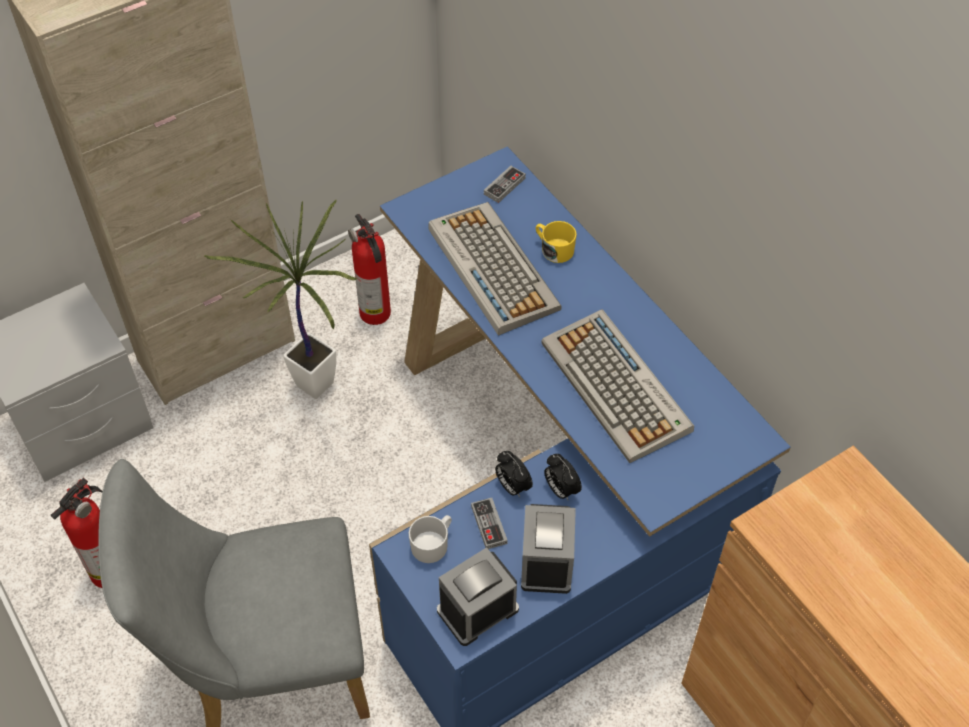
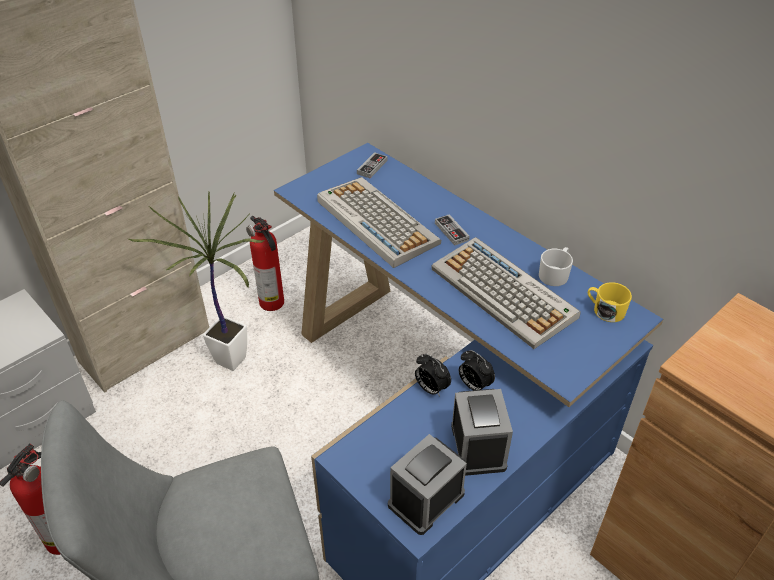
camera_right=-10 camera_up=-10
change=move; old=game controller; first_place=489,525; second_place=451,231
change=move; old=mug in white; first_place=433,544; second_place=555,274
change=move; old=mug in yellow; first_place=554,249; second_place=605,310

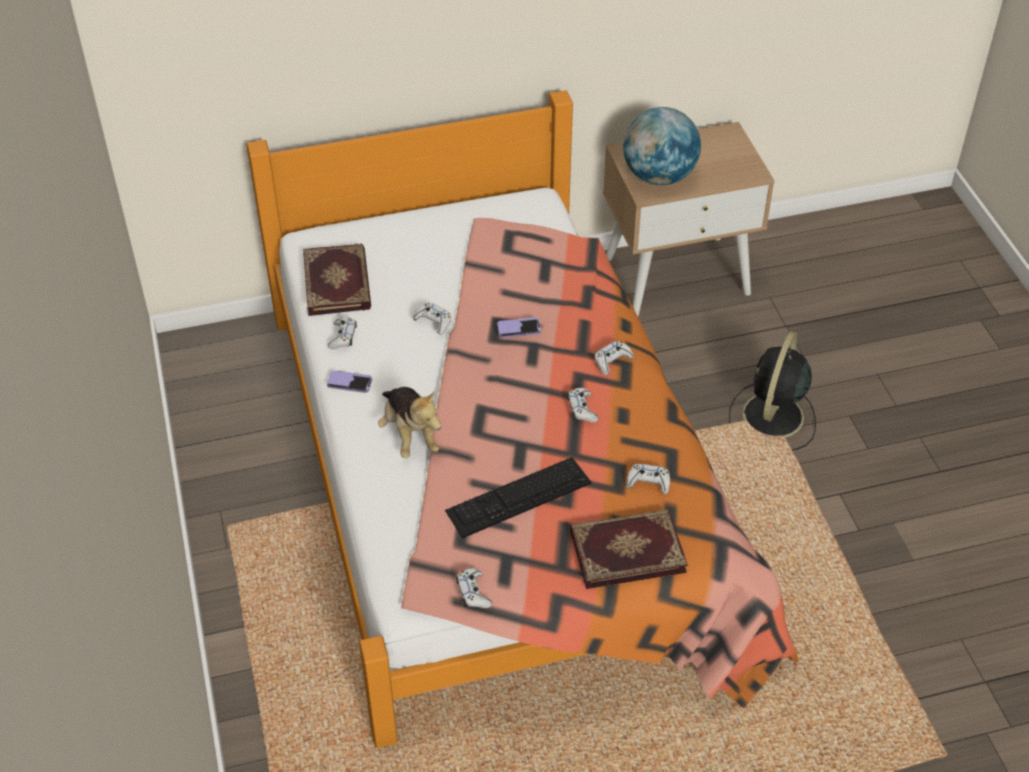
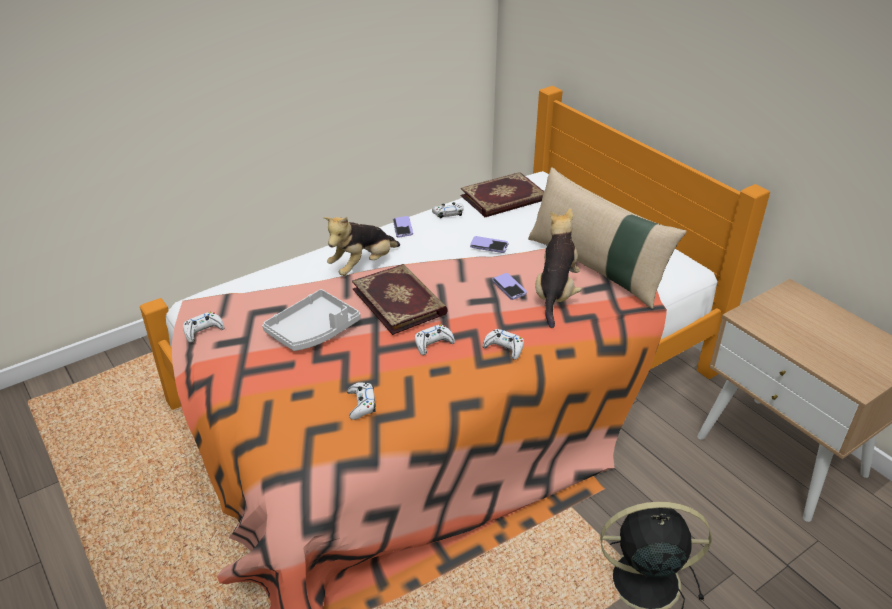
camera_right=70 camera_up=-10
change=replace; old=keyboard; new=tray in grey; first_place=518,497; second_place=313,331
change=move; old=book; first_place=627,550; second_place=400,301
change=replace; old=game controller in white; new=phone; first_place=433,321; second_place=489,245
change=insert; new=pillow in beige; second_place=596,268
change=insert; new=plush toy; second_place=555,294
change=delete; old=globe; first_place=658,176

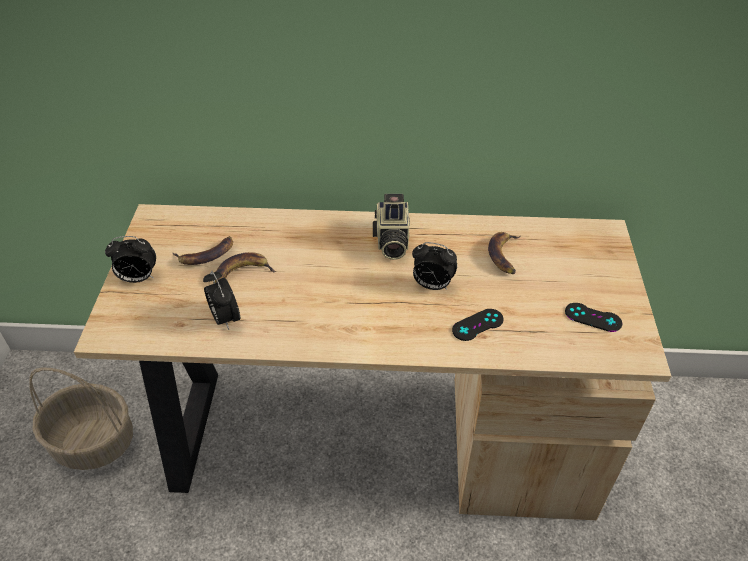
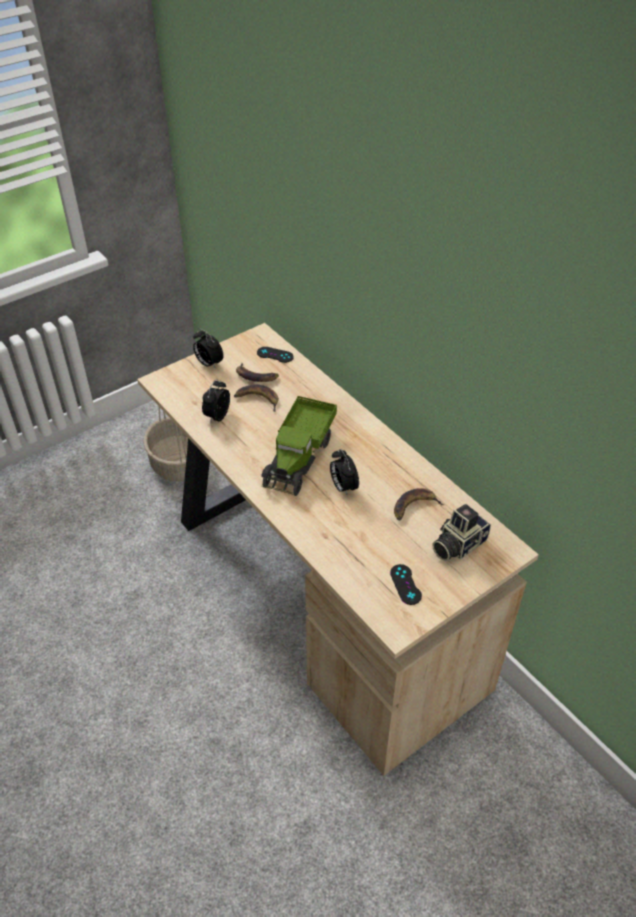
camera_right=50 camera_up=0
change=move; old=game controller in black; first_place=477,325; second_place=275,355
change=insert; new=toy truck; second_place=300,458
change=move; old=photo camera; first_place=391,241; second_place=457,544

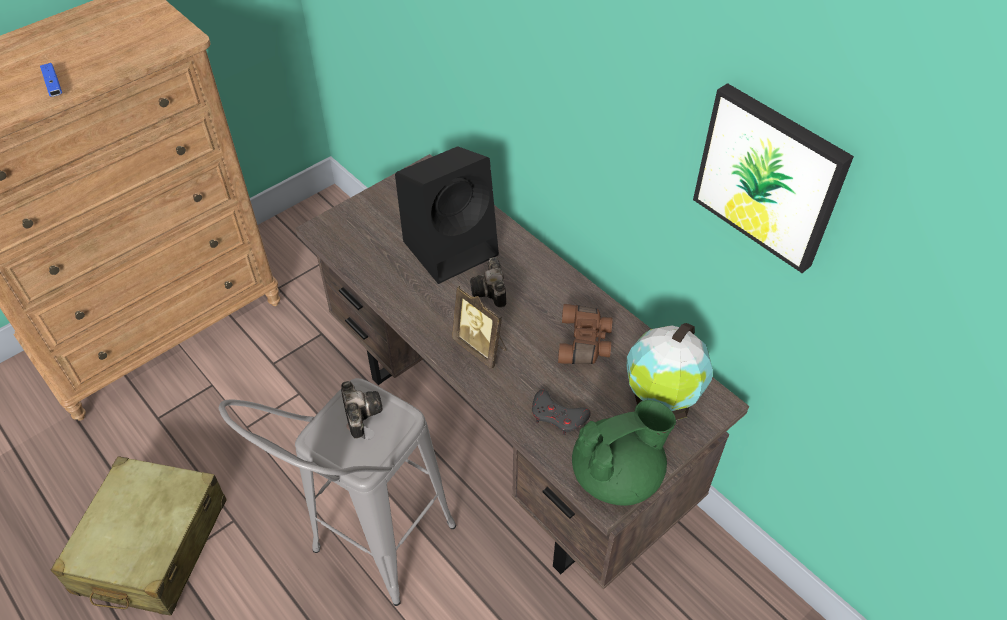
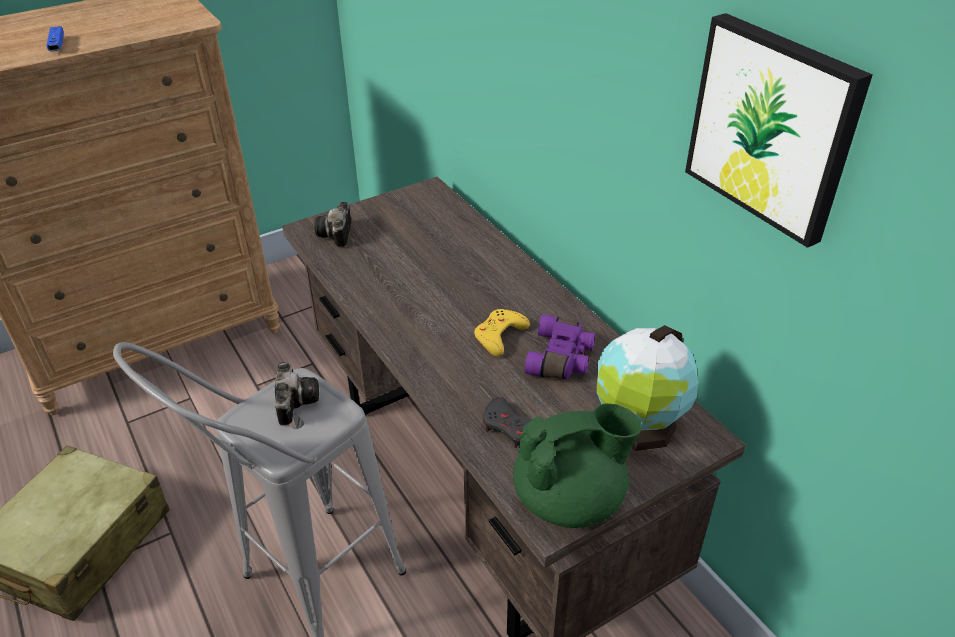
camera_right=10 camera_up=-10
change=move; old=photo camera; first_place=491,292; second_place=336,235
change=insert; new=game controller in yellow; second_place=499,336
change=recolor; old=binoculars in brown; new=binoculars in purple; first_place=585,342; second_place=561,358
change=delete; old=speaker in black; first_place=452,247
change=delete; old=picture frame; first_place=481,347

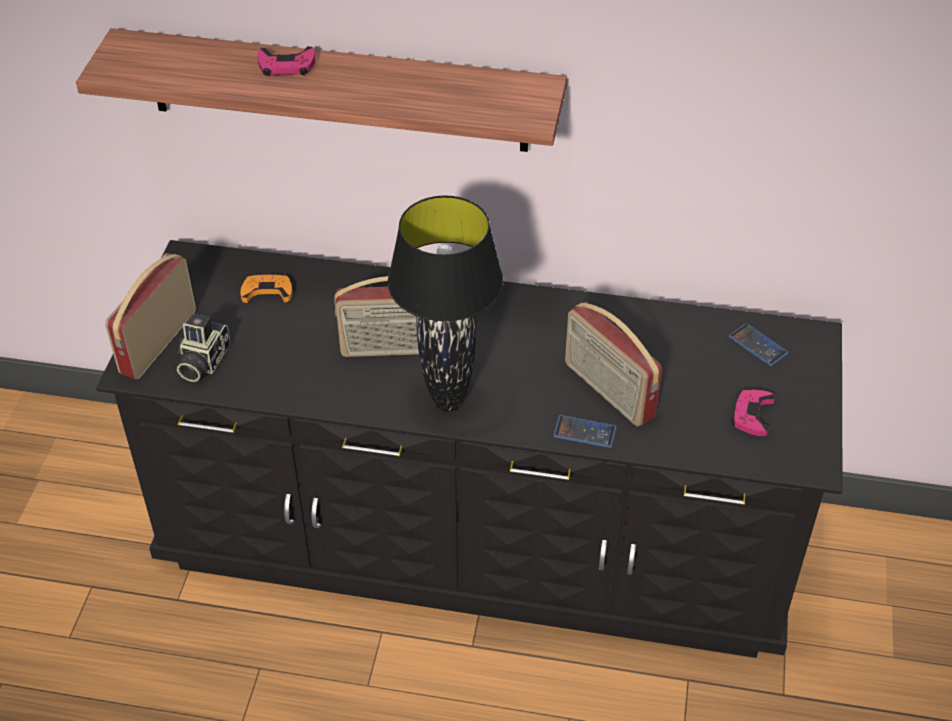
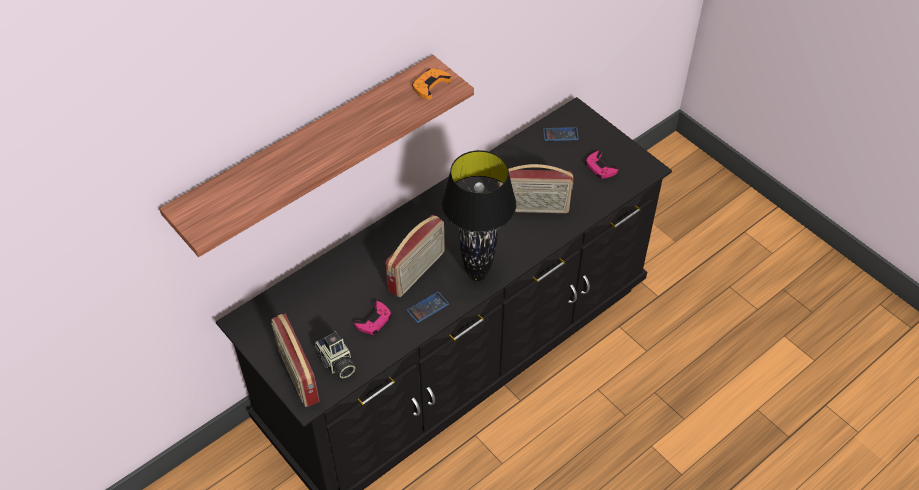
camera_right=-50 camera_up=5
change=move; old=game controller in pink; first_place=286,66; second_place=374,321
change=move; old=phone; first_place=584,432; second_place=428,307
change=move; old=game controller in orange; first_place=267,291; second_place=430,85

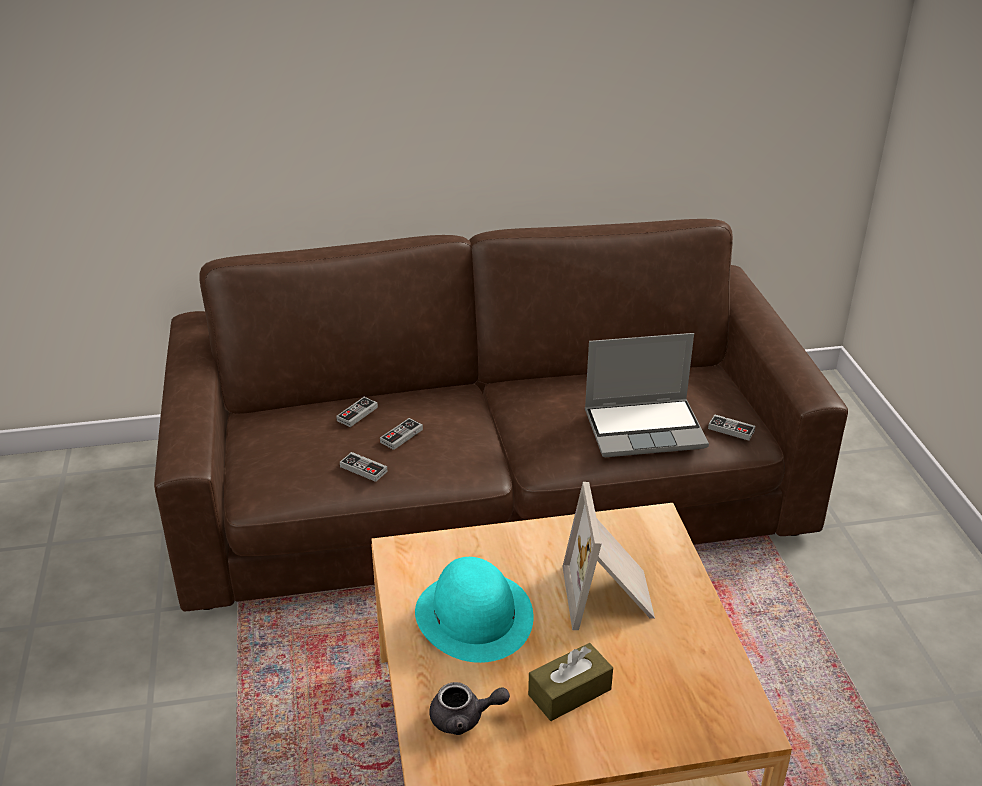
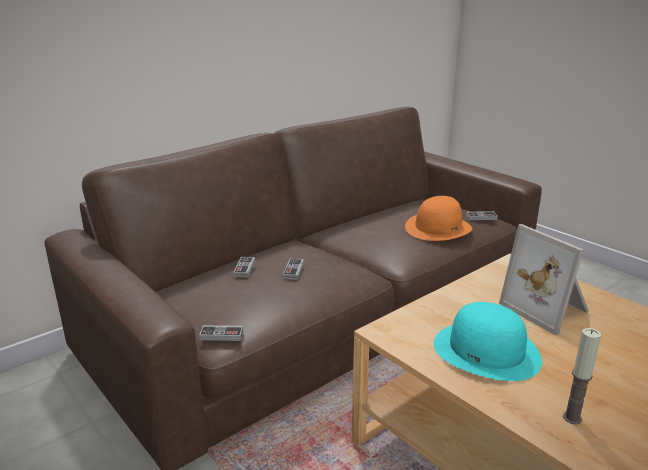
camera_right=-30 camera_up=-10
change=move; old=game controller; first_place=363,469; second_place=221,335
change=replace; old=laptop; new=hat in orange; first_place=645,428; second_place=438,228
change=replace; old=teapot in grey; new=candle; first_place=464,718; second_place=572,418
change=delete; old=tissue box in brown; first_place=569,692

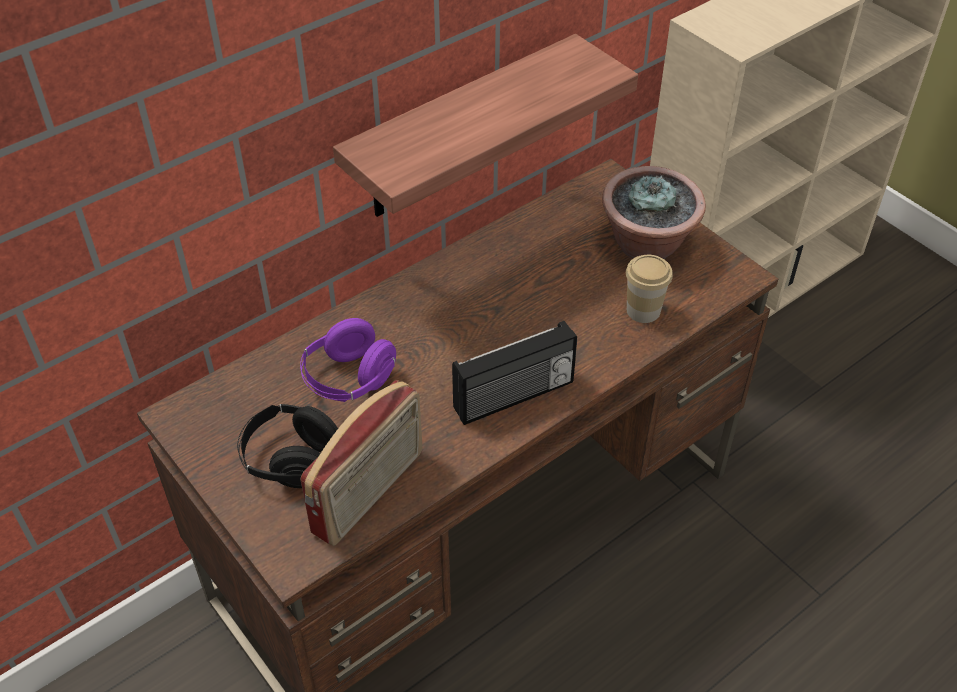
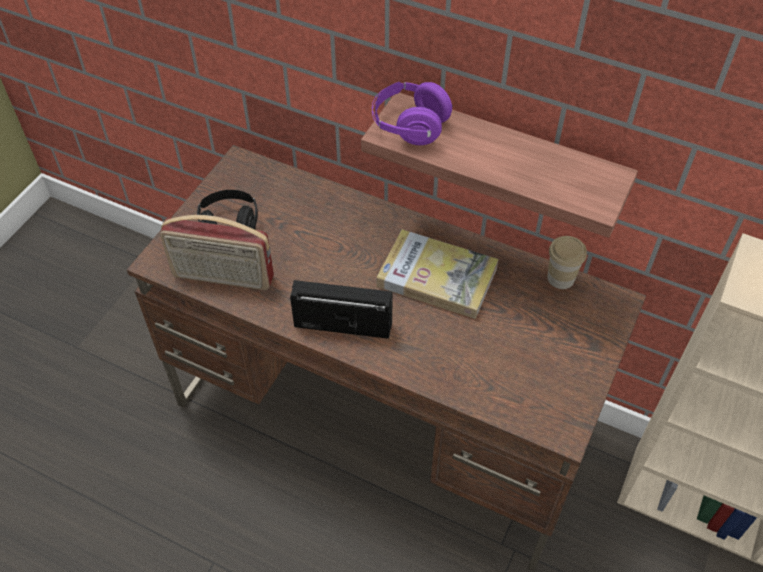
camera_right=65 camera_up=5
change=rotate; old=radio; first_place=514,397; second_place=343,324; degrees=150
change=move; old=headphones in purple; first_place=349,380; second_place=409,126
change=insert; new=book; second_place=437,277
change=move; old=cup; first_place=643,310; second_place=560,278
change=delete; old=potted plant; first_place=647,246

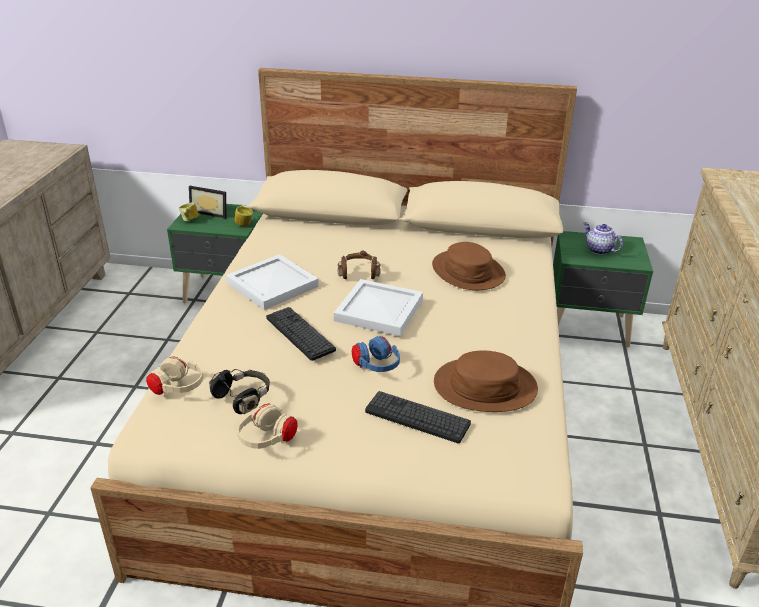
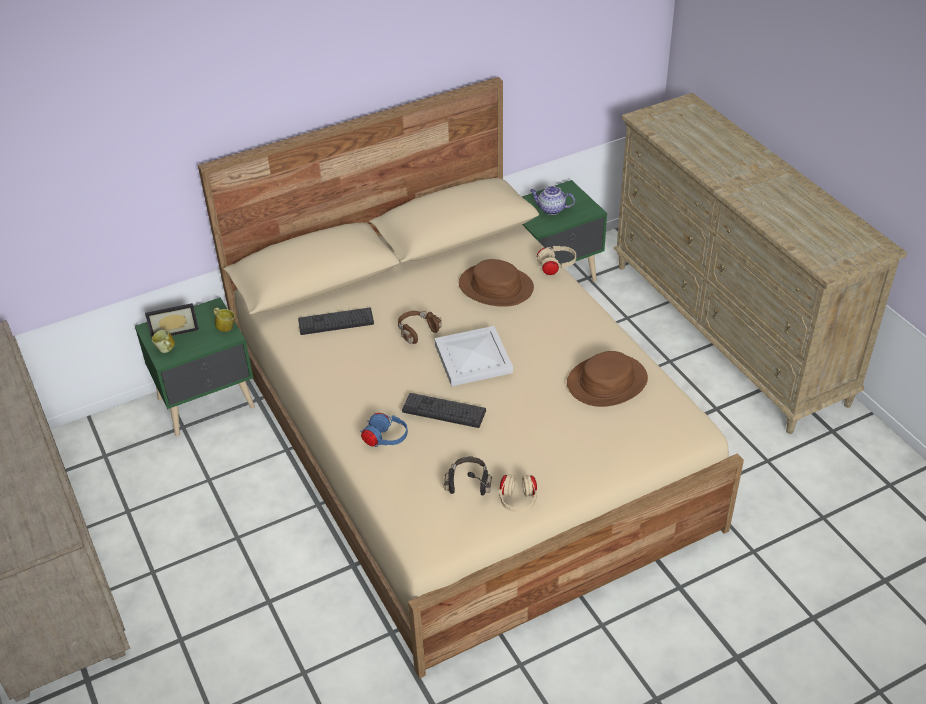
camera_right=-35 camera_up=10
change=move; old=keyboard; first_place=417,417; second_place=336,322
change=move; old=headphones in blue; first_place=376,367; second_place=385,439
change=move; old=headphones in beige; first_place=177,389; second_place=556,267
change=delete; old=tray in white; first_place=272,284

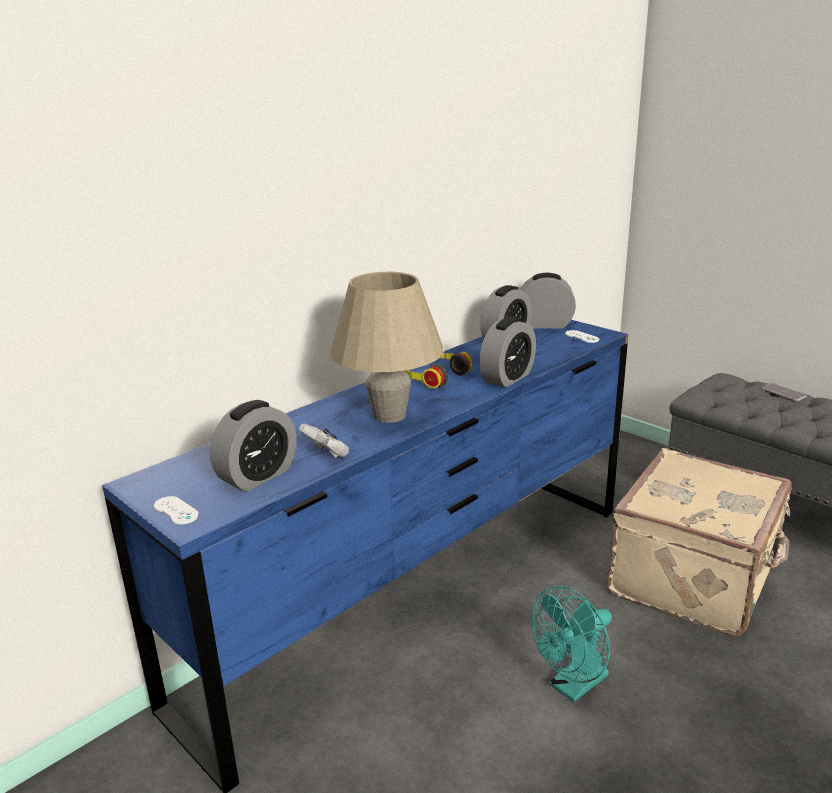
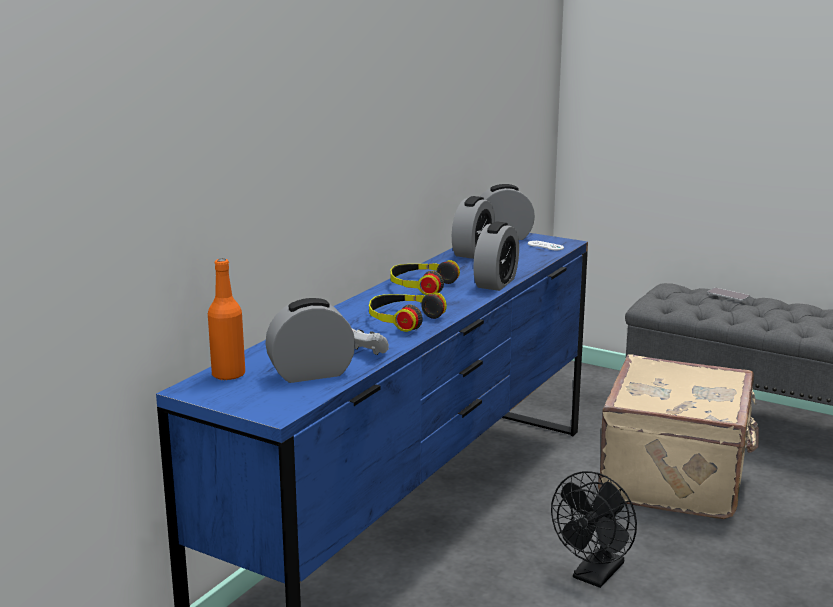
camera_right=-15 camera_up=-5
change=insert; new=bottle in orange; second_place=228,375
change=rotate; old=alarm clock; first_place=258,476; second_place=311,374; degrees=-135
change=replace; old=table lamp in beige; new=headphones; first_place=390,415; second_place=403,319
change=recolor; old=fan in turquoise; new=fan in black; first_place=573,686; second_place=595,576
change=delete; old=game controller in white; first_place=176,510

